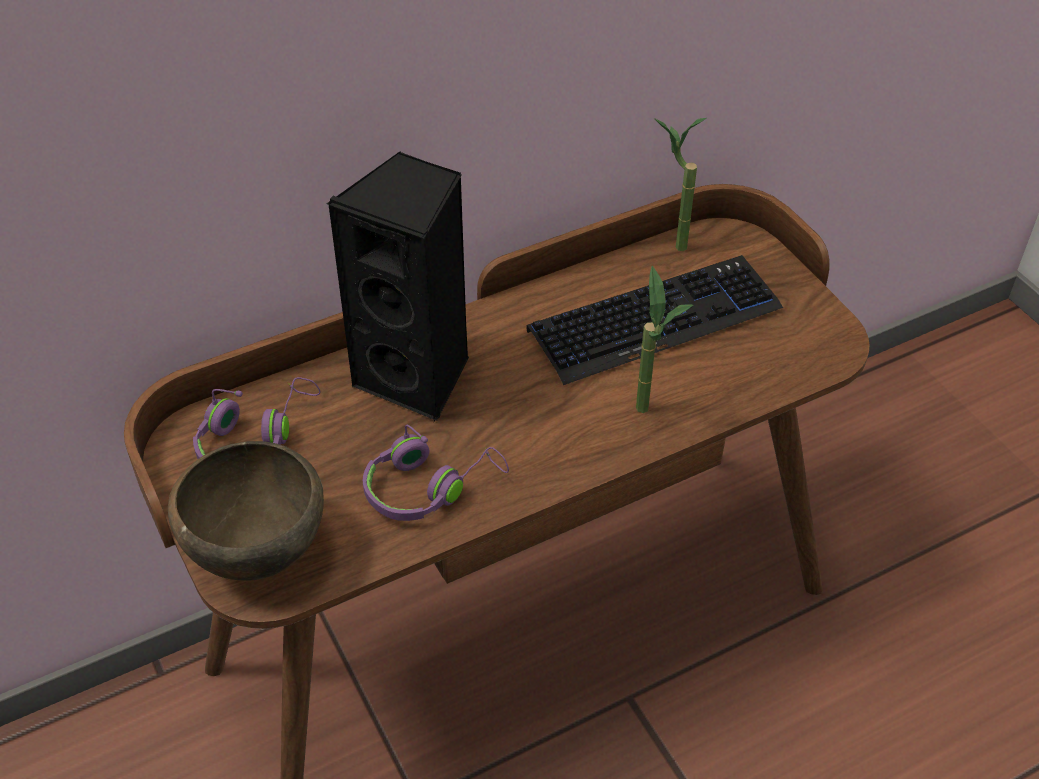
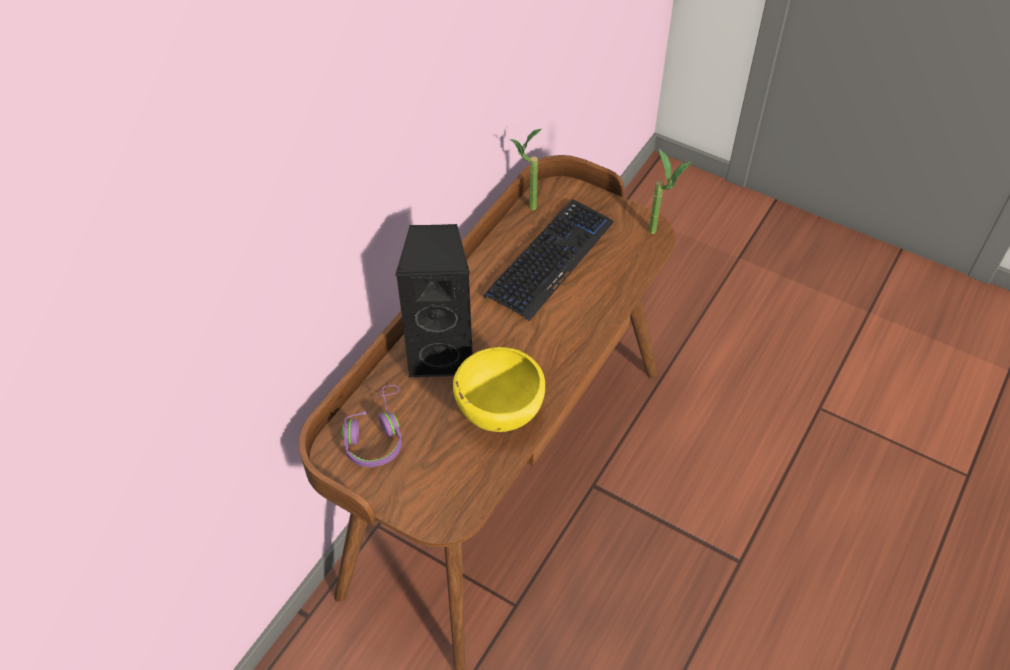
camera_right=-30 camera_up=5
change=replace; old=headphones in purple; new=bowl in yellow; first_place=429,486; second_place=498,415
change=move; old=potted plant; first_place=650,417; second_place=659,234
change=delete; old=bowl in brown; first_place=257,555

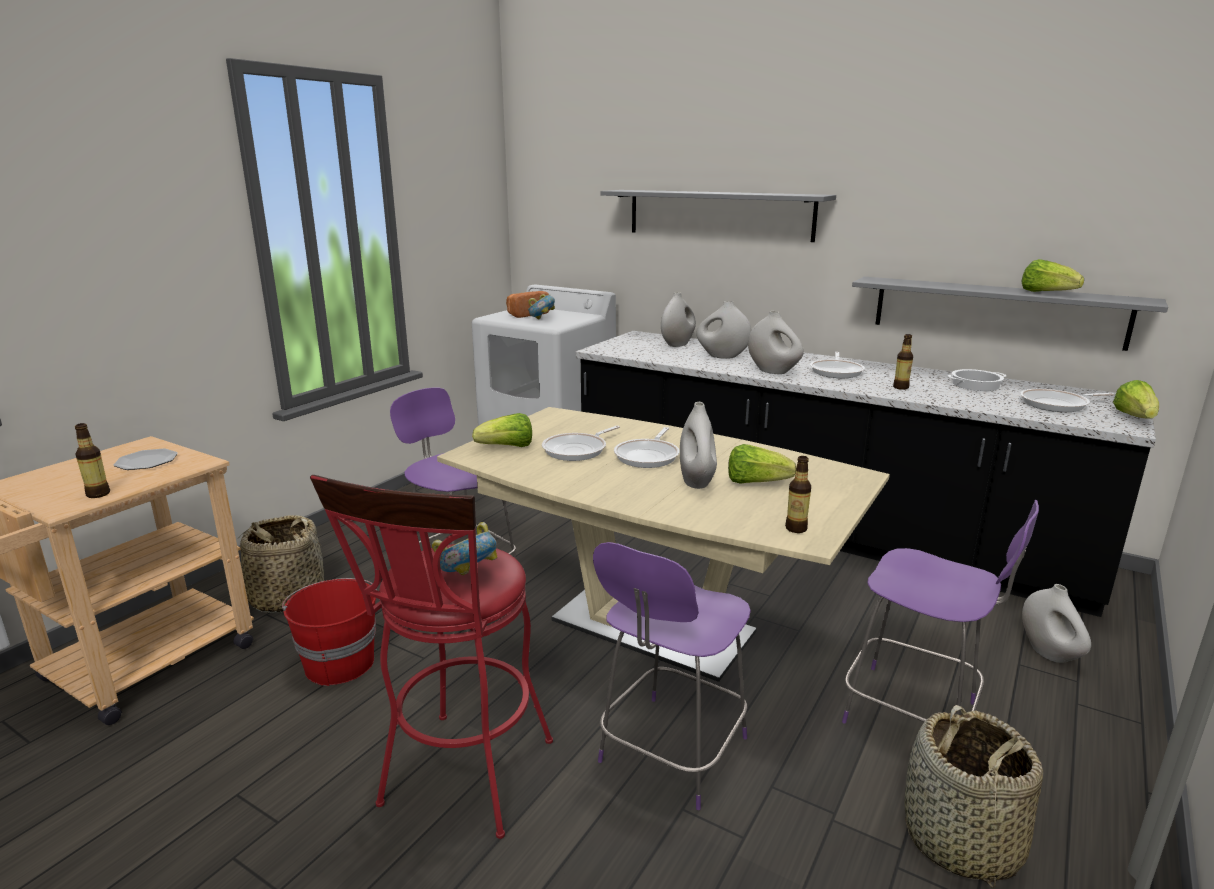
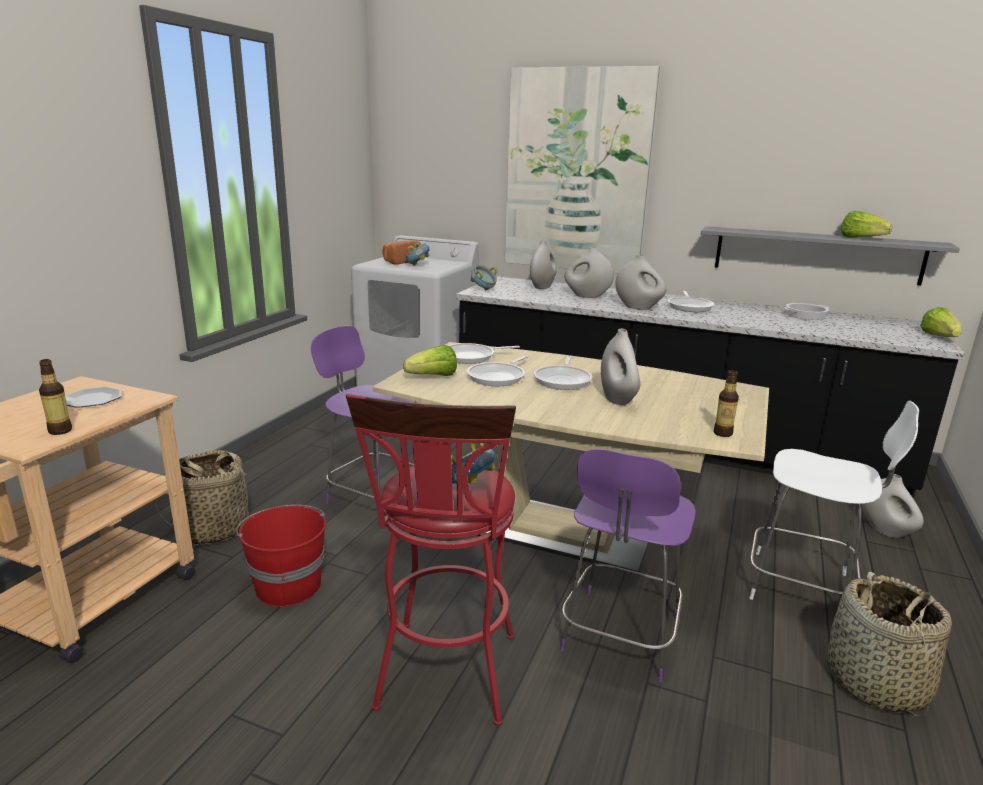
camera_right=-10 camera_up=0
change=move; old=frying pan; first_place=1057,404; second_place=471,357
change=insert; new=bowl; second_place=483,290
change=replace; old=shelf in grey; new=picture; first_place=719,214; second_place=576,172
change=recolor; old=chair in purple; new=chair in white; first_place=915,715; second_place=804,588
change=delete; old=lettuce; first_place=755,482
change=delete; old=bottle; first_place=900,387

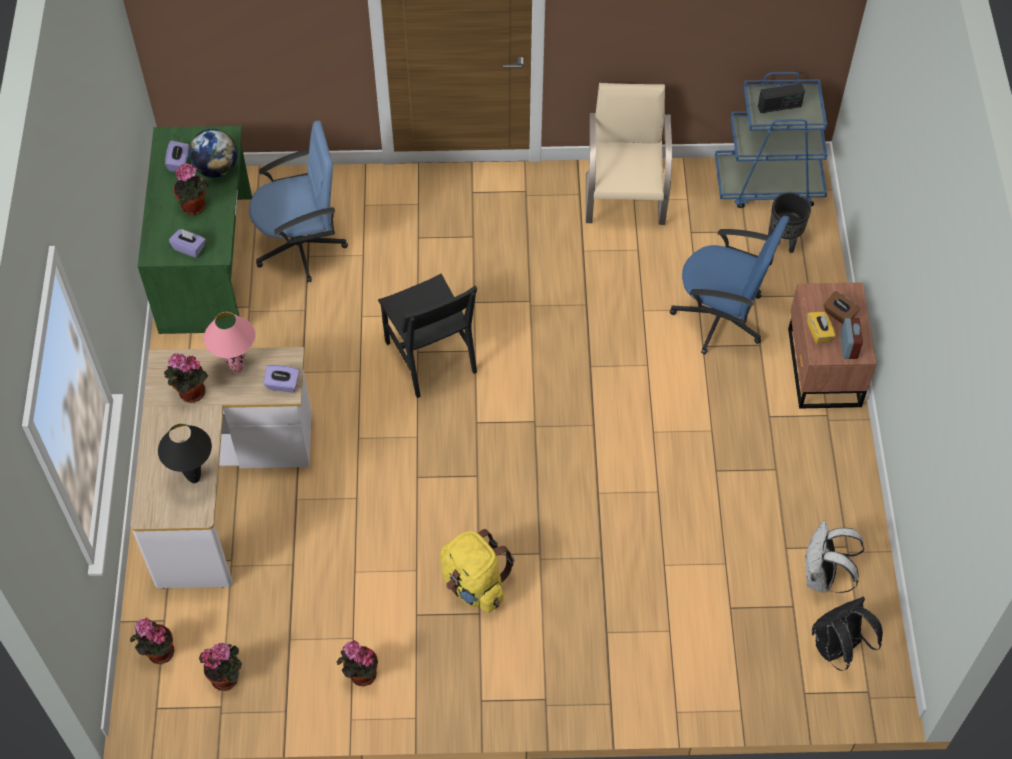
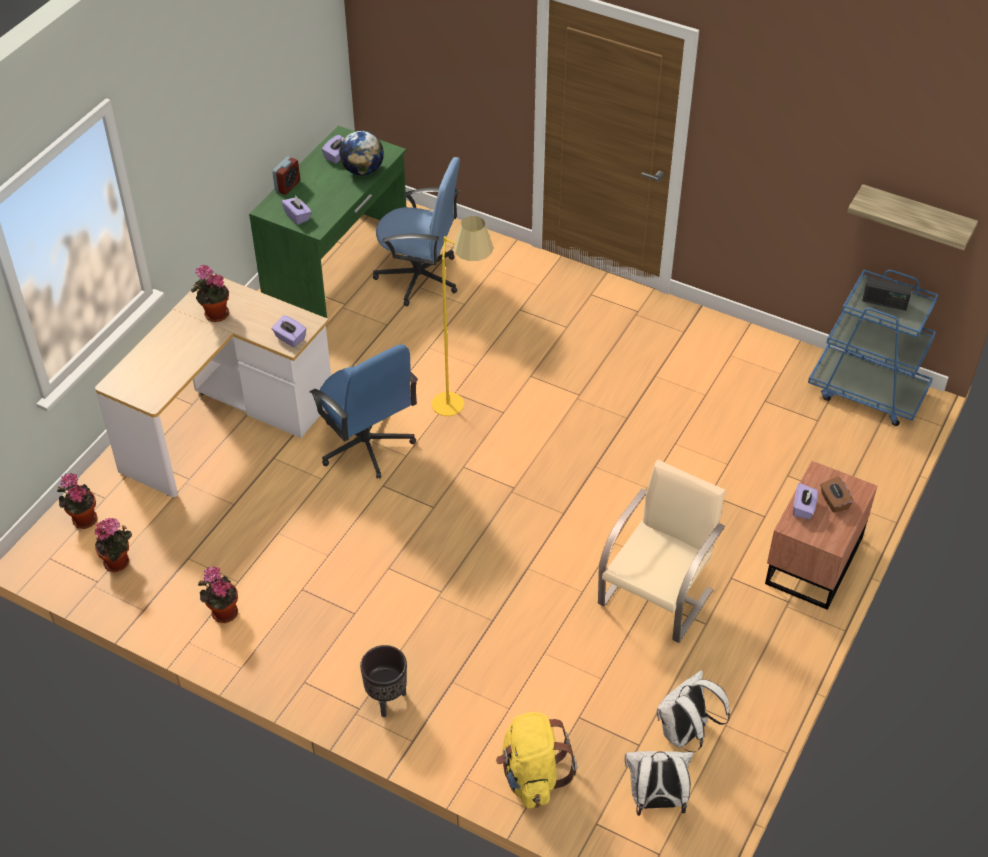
camera_right=30 camera_up=-10
change=move; old=alarm clock; first_place=848,347; second_place=287,186
change=move; old=office chair in blue; first_place=721,318; second_place=366,445
change=move; old=planter in black; first_place=783,240; second_place=386,699
change=replace; old=chair in black; new=floor lamp in yellow; first_place=430,357; second_place=462,401
change=move; old=backpack in yellow; first_place=474,584; second_place=532,776
change=move; old=chair in beige; first_place=625,197; second_place=657,596
change=recolor; old=backpack in black; new=backpack in white; first_place=837,648; second_place=655,801
change=recolor; old=tissue box in yellow; new=tissue box in purple; first_place=819,332; second_place=803,508
change=insert; new=shelf; second_place=915,217
change=delete; old=table lamp in black; first_place=195,478
change=delete; old=potted plant; first_place=195,207
change=delete; old=table lamp in pink; first_place=237,369

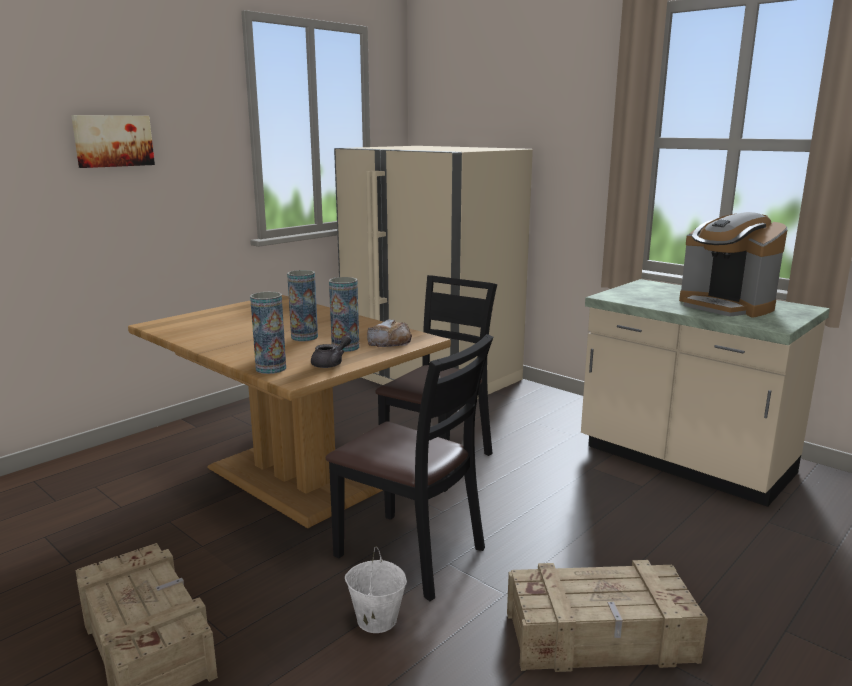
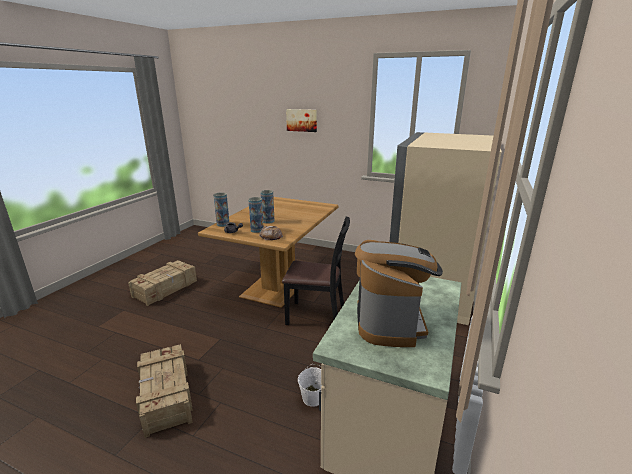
camera_right=70 camera_up=5
change=move; old=bucket in white; first_place=376,619; second_place=312,398
change=rotate; old=coffee machine; first_place=725,306; second_place=390,322; degrees=150
change=delete; old=chair in black; first_place=410,554

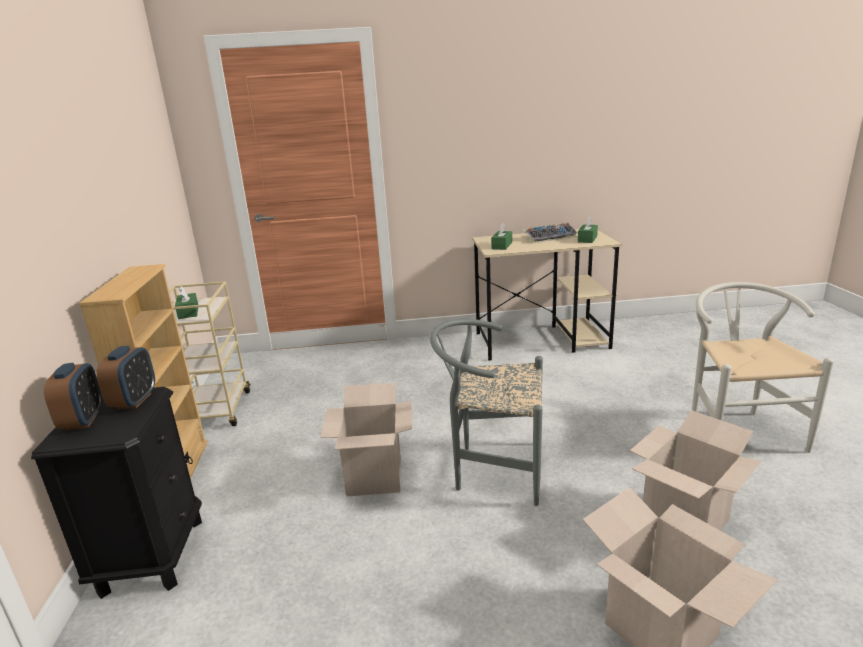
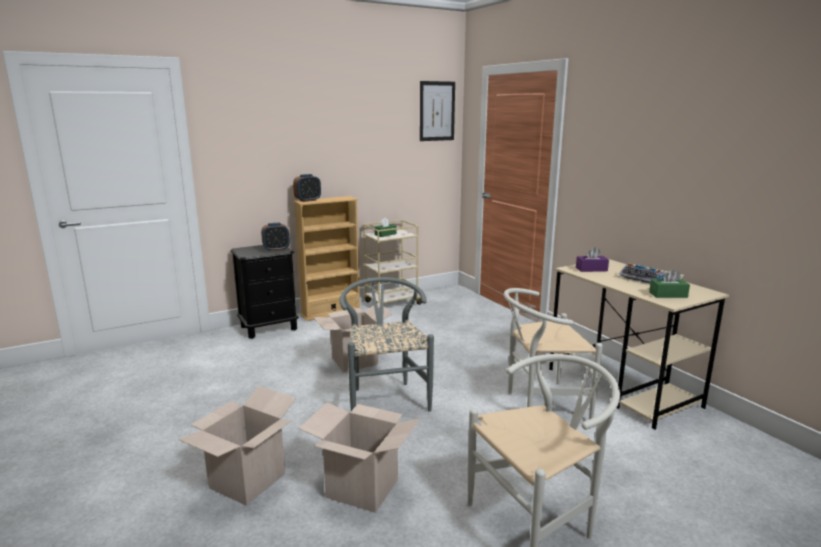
camera_right=65 camera_up=-5
change=move; old=alarm clock; first_place=83,420; second_place=308,200
change=insert; new=picture; second_place=437,111
change=insert; new=chair in white; second_place=540,404
change=recolor; old=tissue box in green; new=tissue box in purple; first_place=502,246; second_place=591,269

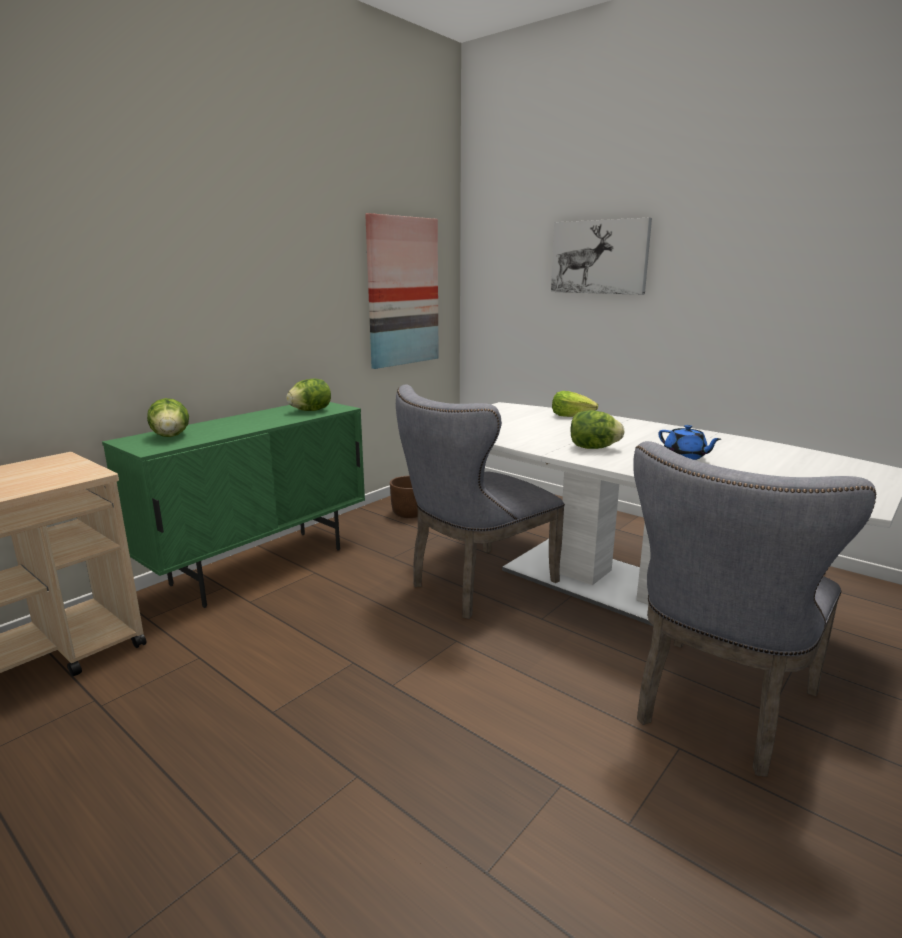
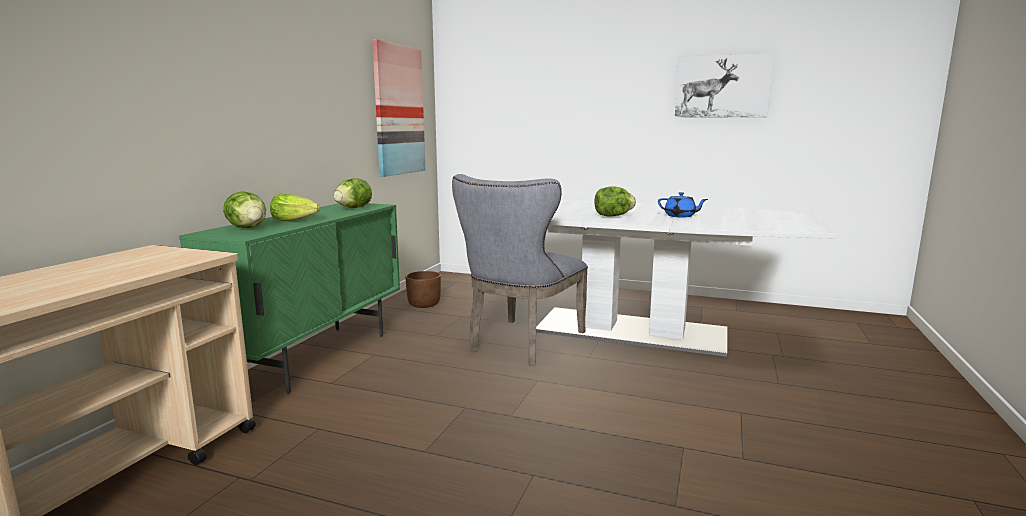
camera_right=-20 camera_up=-5
change=move; old=lettuce; first_place=572,416; second_place=294,220
change=move; old=picture; first_place=599,257; second_place=722,86
change=delete; old=chair in grey; first_place=718,710

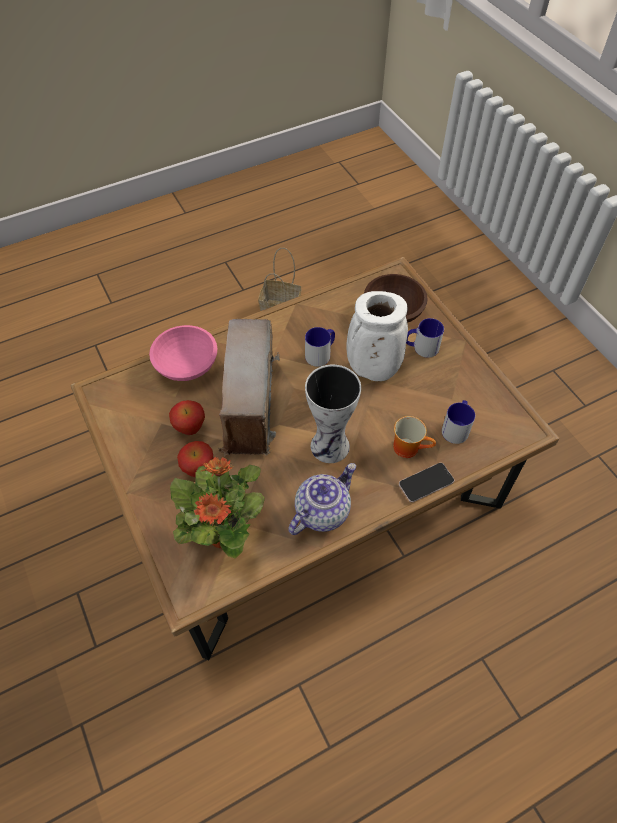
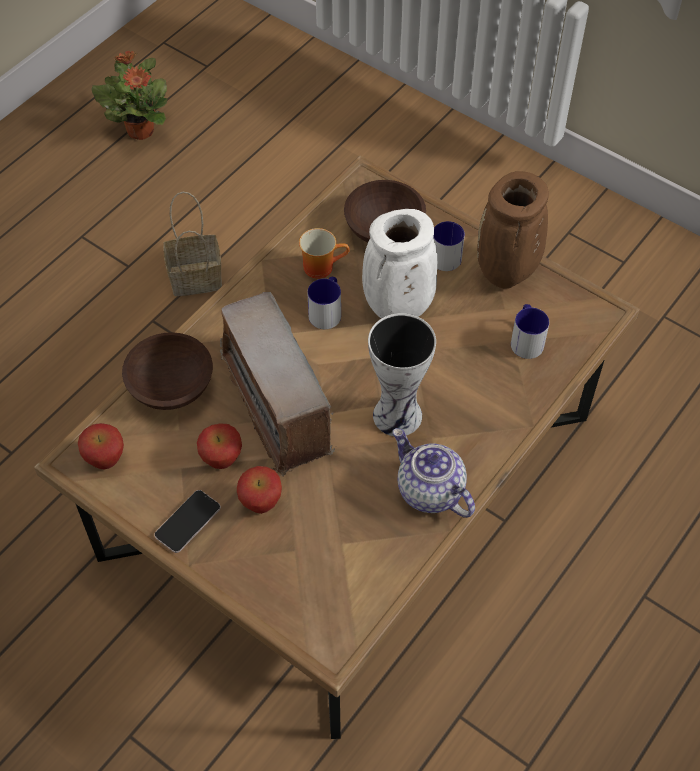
camera_right=-25 camera_up=0
change=insert; new=apple; second_place=106,461
change=move; old=potted plant; first_place=223,532; second_place=140,130
change=recolor; old=bowl in pink; new=bowl in brown; first_place=186,364; second_place=170,385
change=move; old=phone; first_place=426,482; second_place=188,521
change=move; old=mug; first_place=409,447; second_place=321,265
change=rotate; old=teapot; first_place=322,511; second_place=429,491; degrees=-60
change=insert; new=vase in brown; second_place=507,274

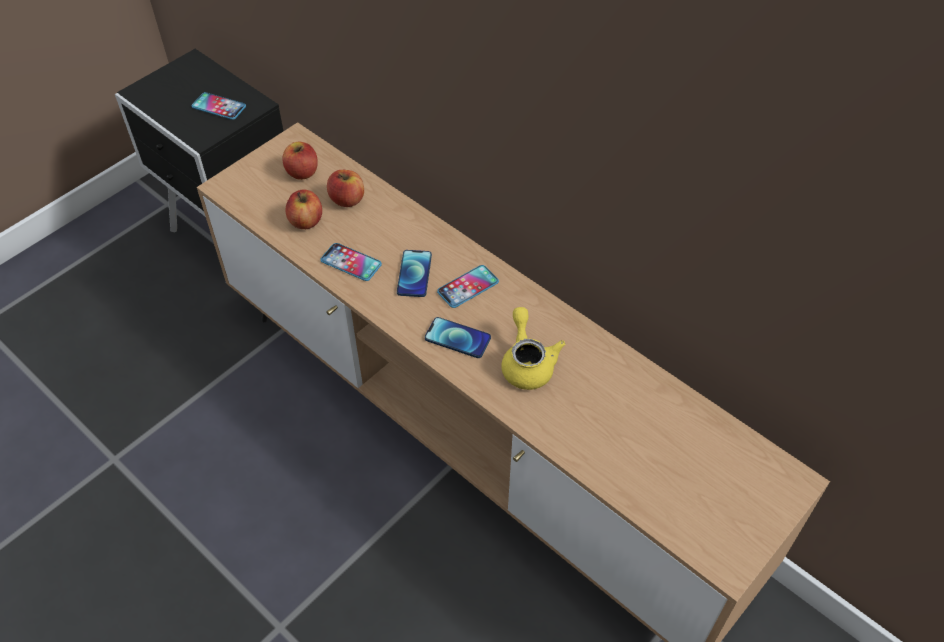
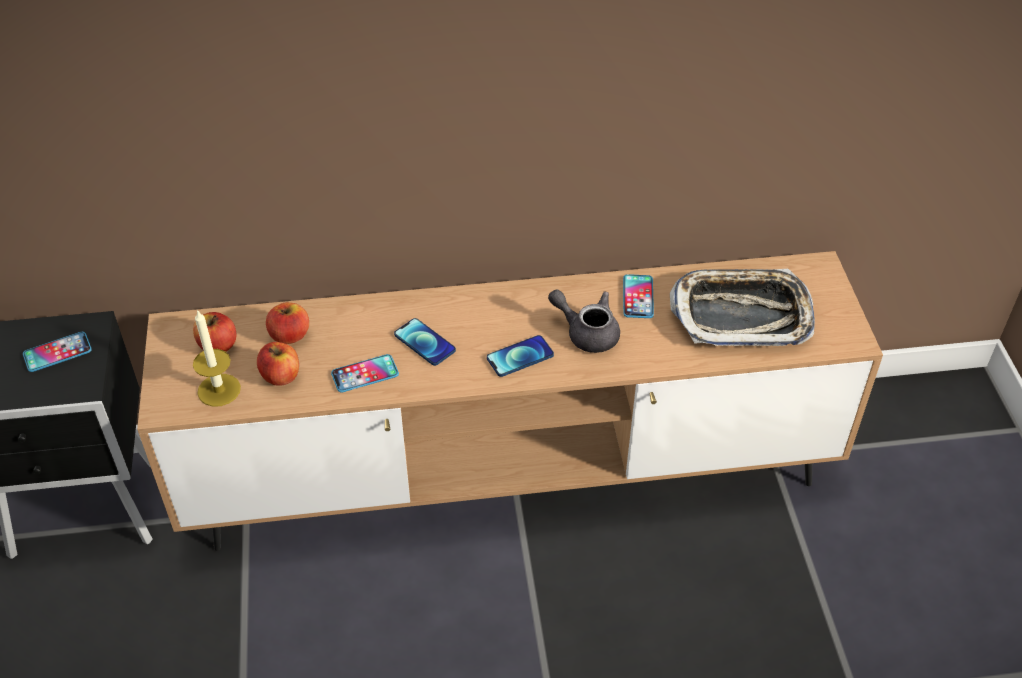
camera_right=-50 camera_up=-5
change=insert; new=candle; second_place=219,390
change=recolor; old=teapot in yellow; new=teapot in grey; first_place=527,363; second_place=587,332
change=move; old=phone; first_place=468,287; second_place=638,297
change=insert; new=tray; second_place=742,314

